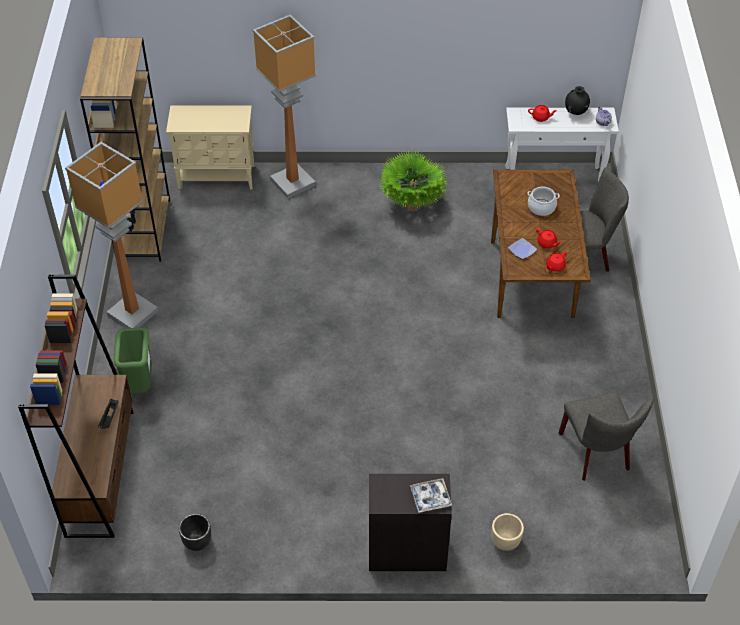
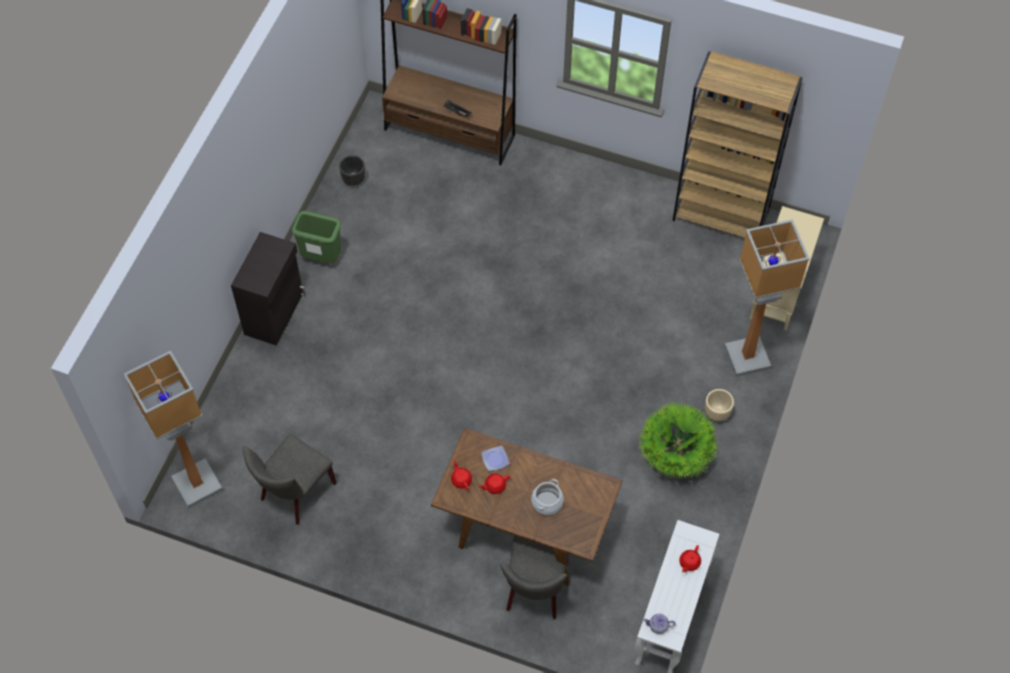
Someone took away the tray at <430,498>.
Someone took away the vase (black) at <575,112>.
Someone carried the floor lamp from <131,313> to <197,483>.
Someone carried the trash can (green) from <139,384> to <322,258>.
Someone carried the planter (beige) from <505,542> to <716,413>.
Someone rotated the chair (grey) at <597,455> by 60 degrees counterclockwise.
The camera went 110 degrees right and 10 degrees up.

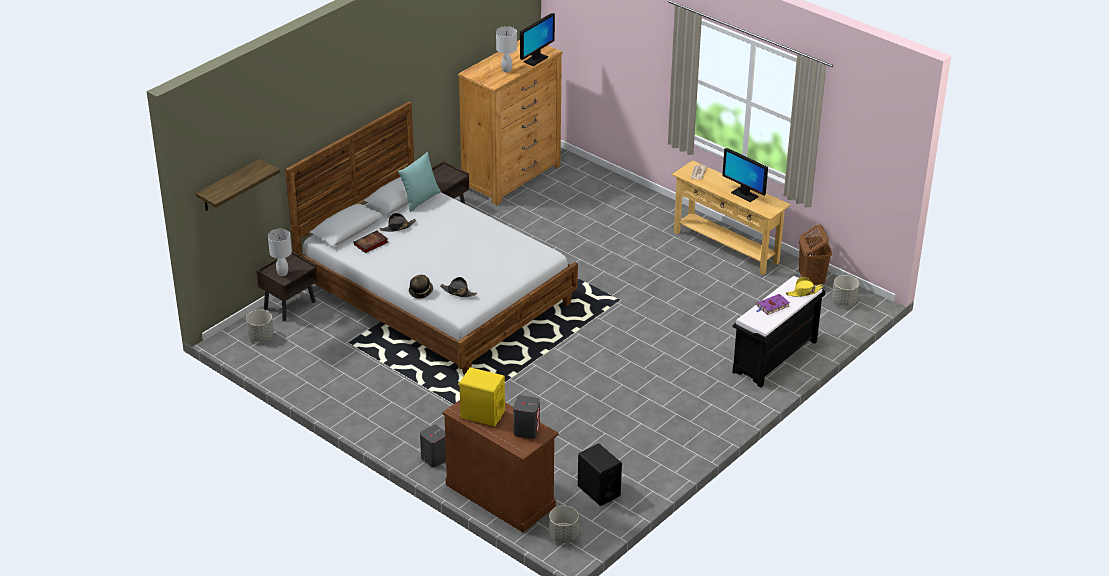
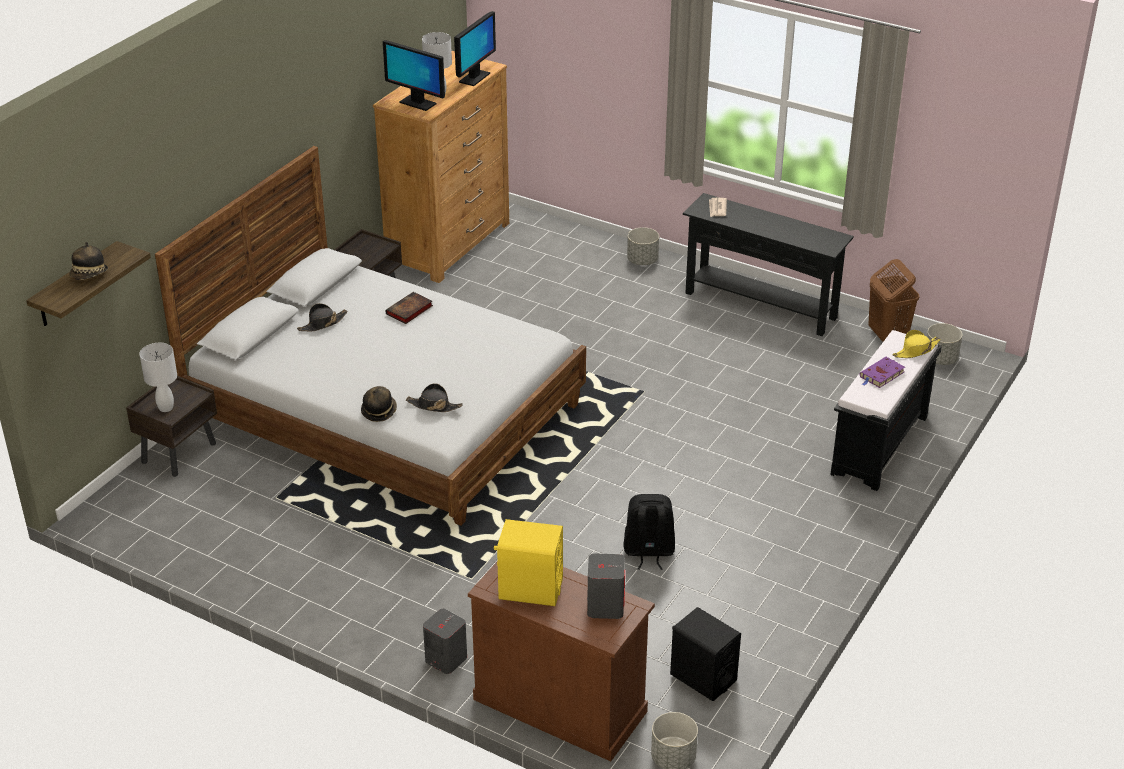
Someone took away the pillow (turquoise) at <420,200>.
Someone put down the hat at <89,275>.
Someone put down the backpack (black) at <648,552>.
Someone carried the planter (grey) from <261,337> to <642,261>.
Someone carried the book from <370,244> to <409,311>.
Someone carried the monitor from <744,194> to <417,103>.
Someone repainted the console table (beige) at <726,247>, which became the console table (black) at <760,305>.
The camera went 10 degrees left and 0 degrees up.

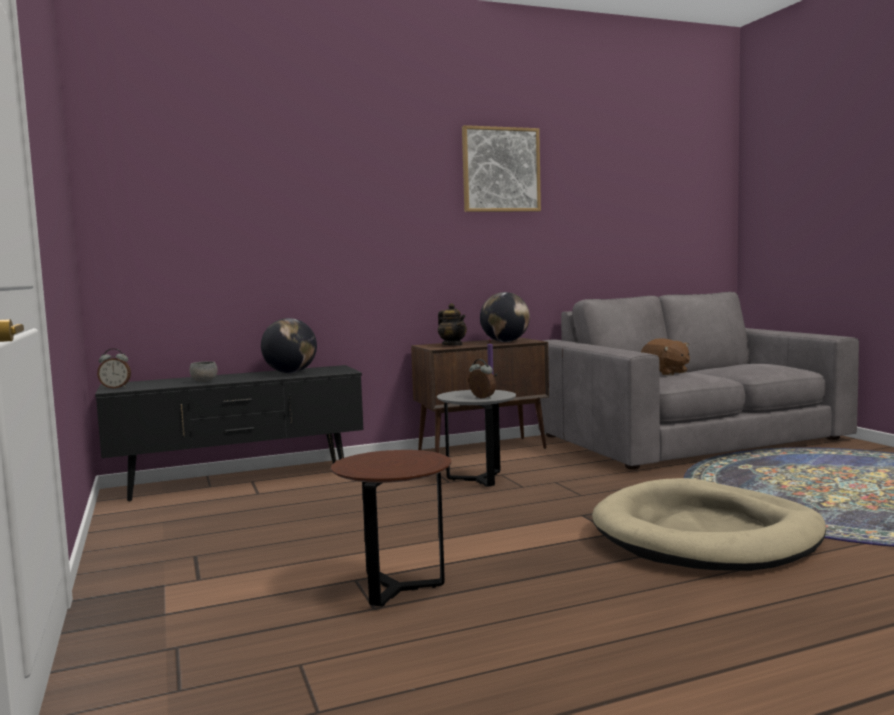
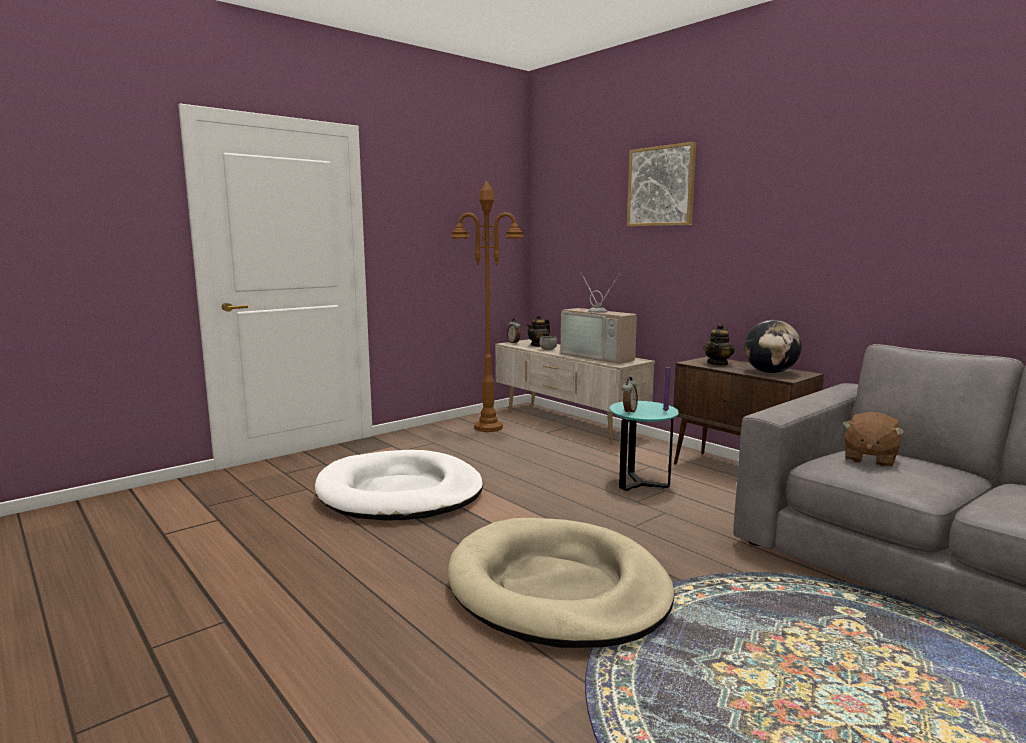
Someone put down the floor lamp (brown) at <489,427>.
Someone put down the teapot at <538,345>.
Someone carried the picture from <501,170> to <661,186>.
Someone swapped the globe at <290,372> for the television at <600,356>.
Someone swapped the side table (brown) at <397,589> for the dog bed (white) at <400,493>.
Someone repainted the tv stand (black) at <239,481>, which became the tv stand (beige) at <567,423>.
Someone repainted the side table (grey) at <478,480>, which became the side table (turquoise) at <640,484>.
The camera went 70 degrees right and 5 degrees up.

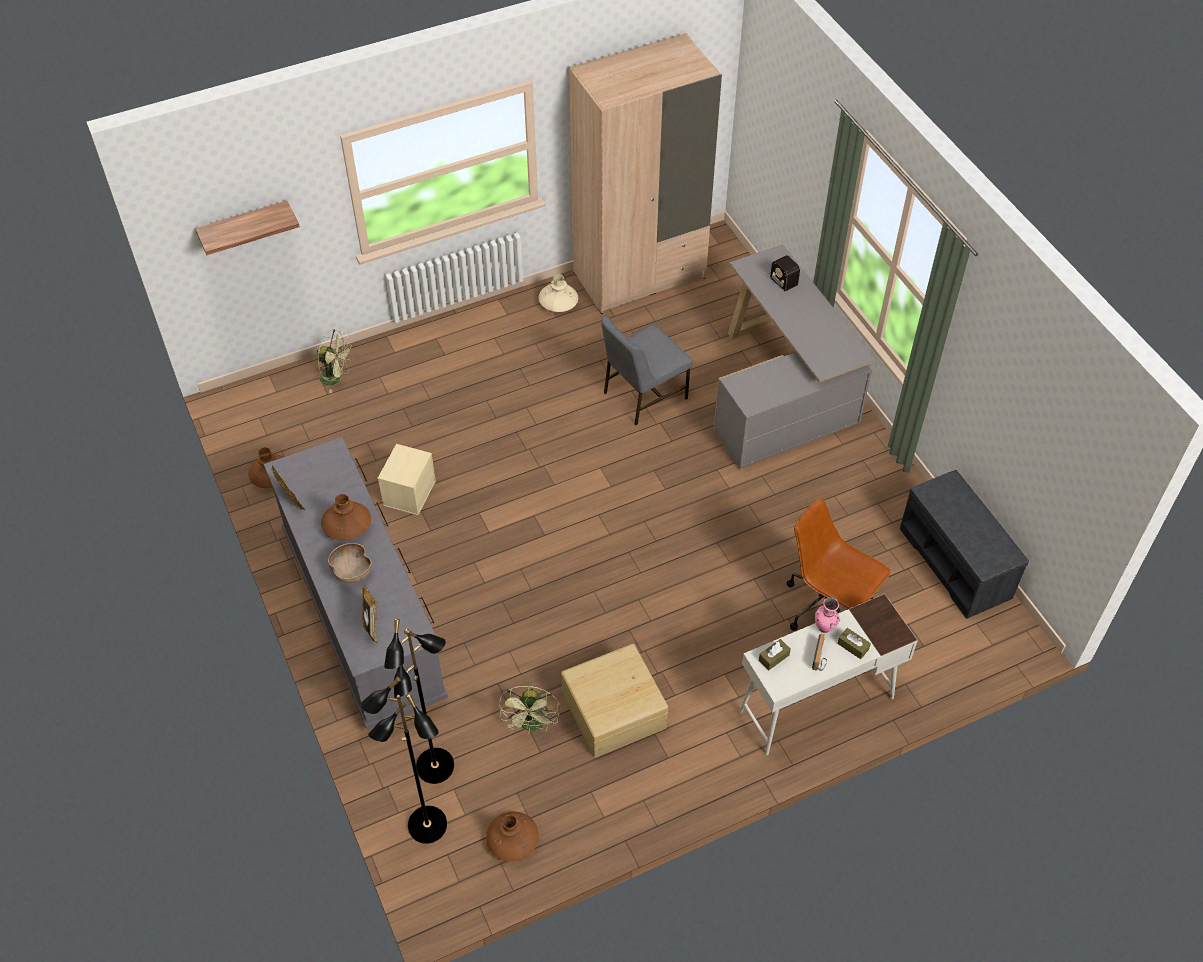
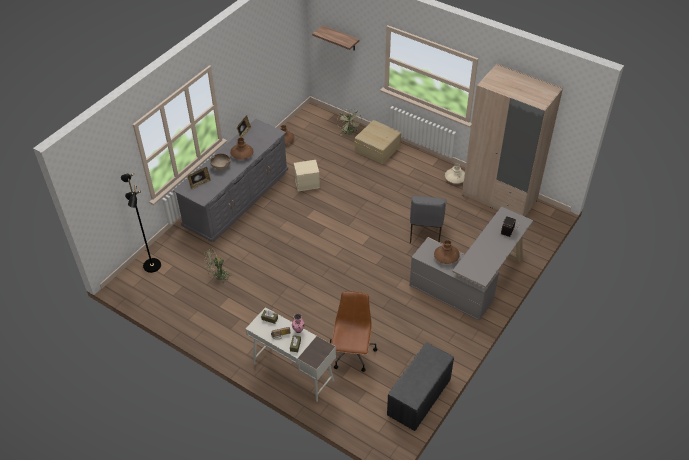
Someone took away the floor lamp (black) at <436,767>.
Someone carried the vase (brown) from <512,840> to <446,257>.
Someone carried the storage box (beige) from <613,710> to <377,148>.
Someone rotated the chair (grey) at <643,395> by 105 degrees counterclockwise.
The camera went 60 degrees right and 5 degrees down.

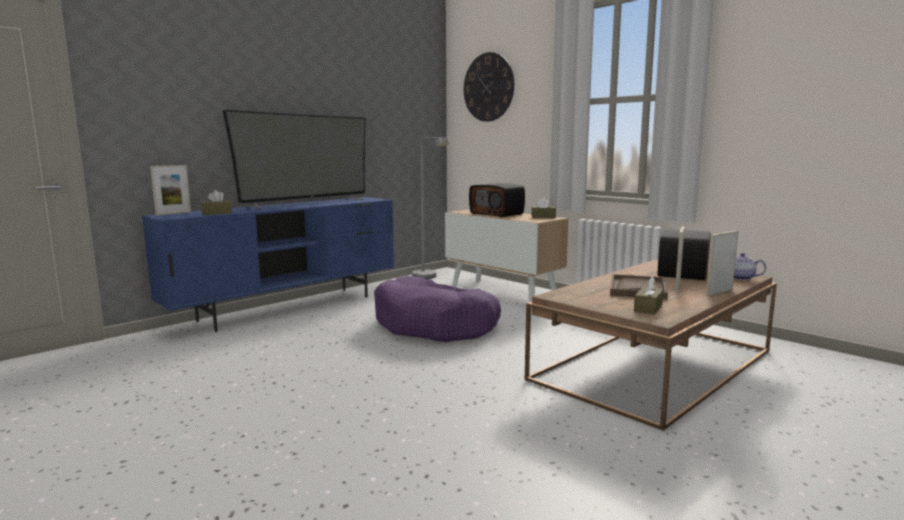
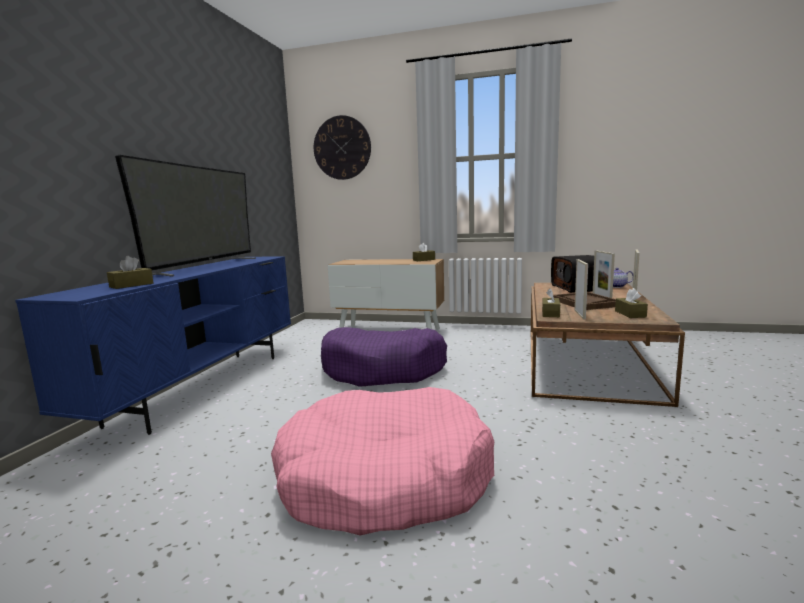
Someone took away the floor lamp (grey) at <429,277>.
Someone took away the radio at <497,214>.
Someone put down the dog bed (pink) at <384,479>.
Someone put down the tissue box (brown) at <550,313>.
Someone carried the picture frame from <173,213> to <579,314>.
The camera went 30 degrees left and 0 degrees up.

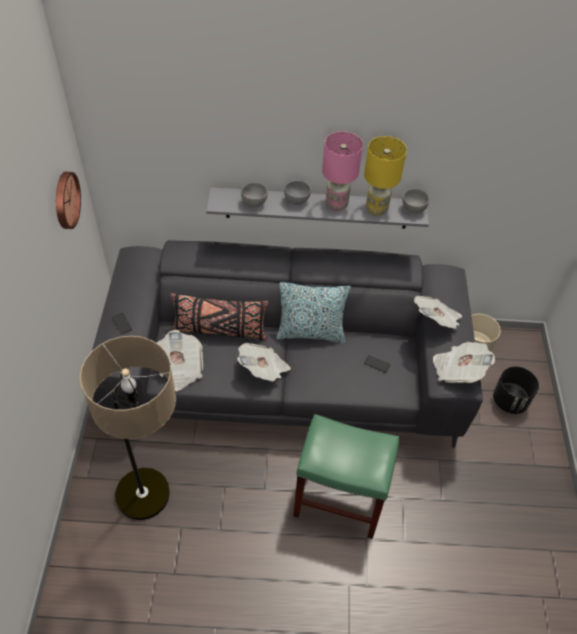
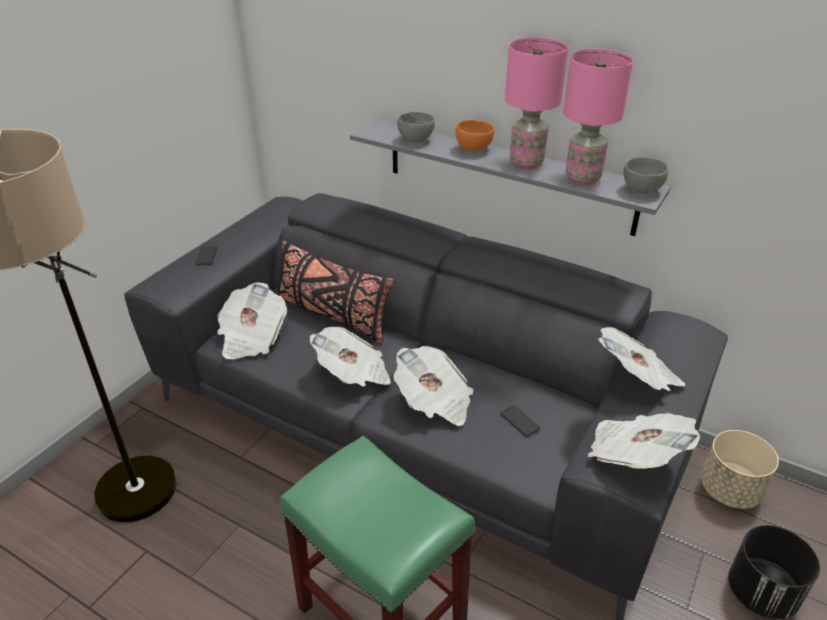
Someone took away the wall clock at <65,200>.
Someone took away the pillow at <311,333>.
Someone put down the newspaper at <434,401>.
Someone repainted the bowl (grey) at <296,201>, which became the bowl (orange) at <473,149>.
Someone repainted the table lamp (yellow) at <376,209>, which became the table lamp (pink) at <582,178>.
The camera went 30 degrees right and 15 degrees down.

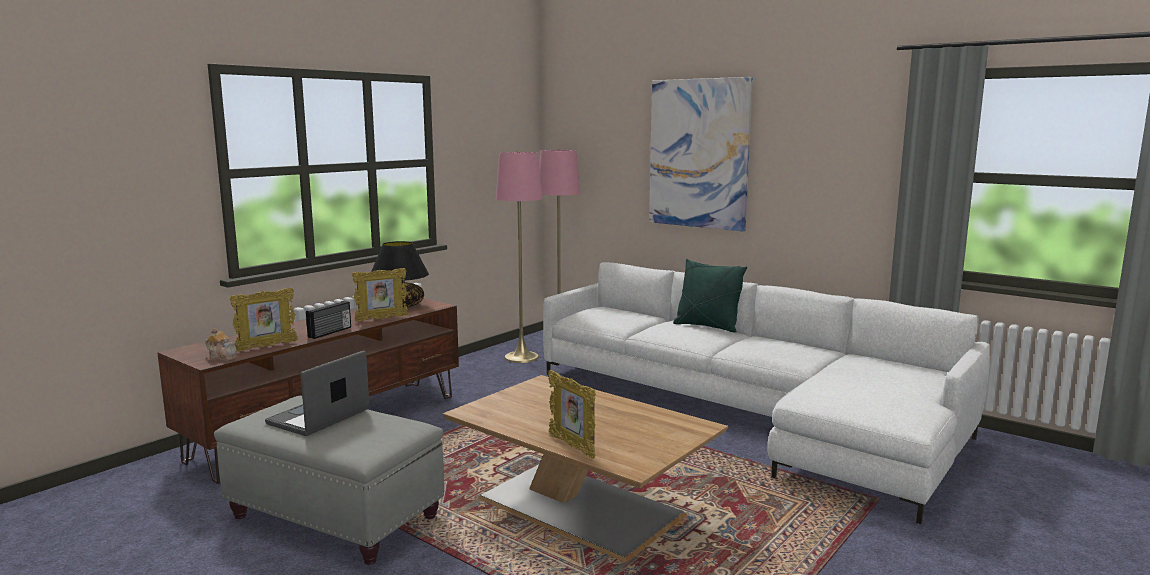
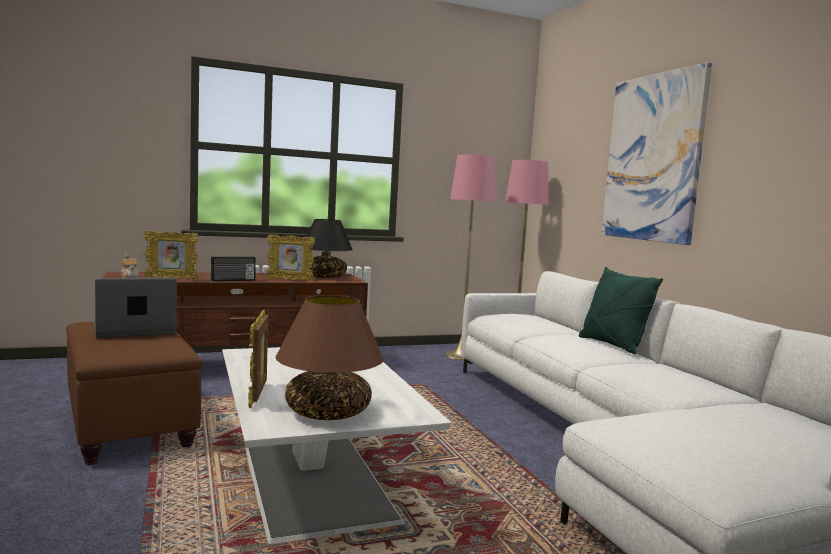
Someone put down the table lamp (brown) at <327,413>.
Someone repainted the ottoman (grey) at <336,517>, which became the ottoman (brown) at <129,424>.
Someone repainted the coffee table (brown) at <584,508>, which became the coffee table (white) at <316,482>.
The camera went 30 degrees right and 5 degrees down.

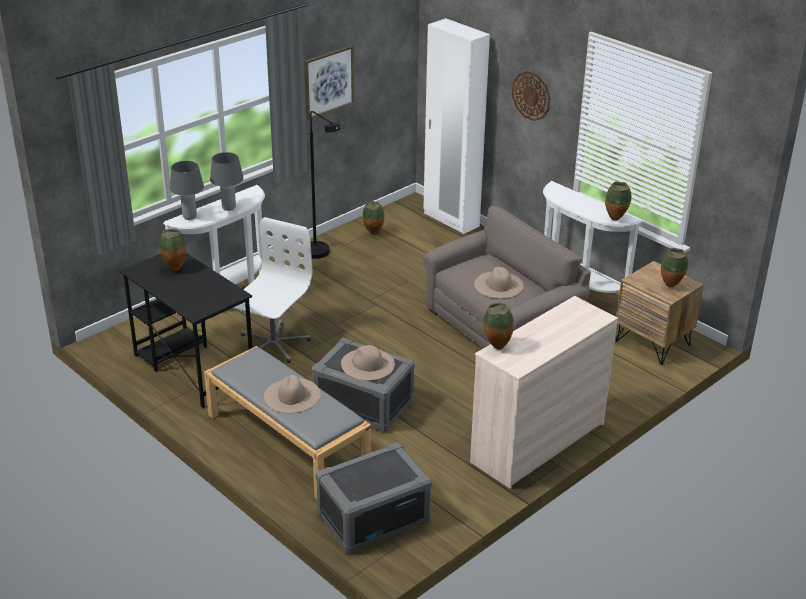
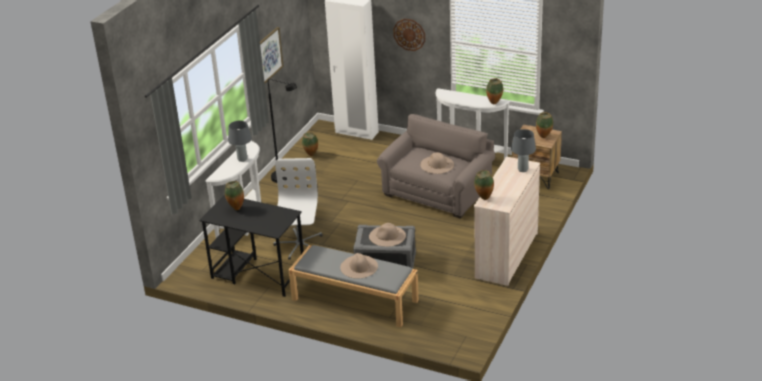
Someone took away the storage box (grey) at <373,517>.
Someone carried the table lamp (grey) from <189,217> to <523,170>.
The camera went 20 degrees left and 0 degrees up.

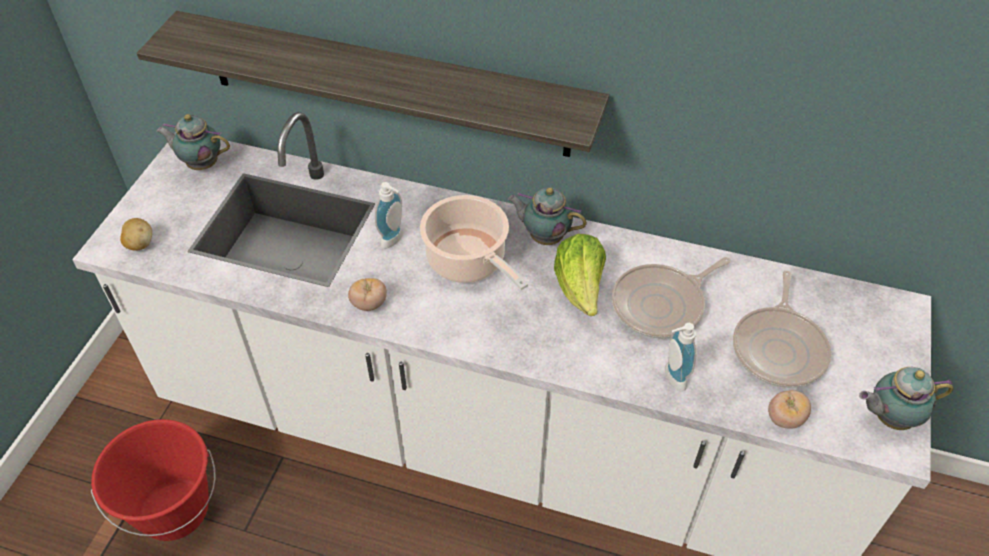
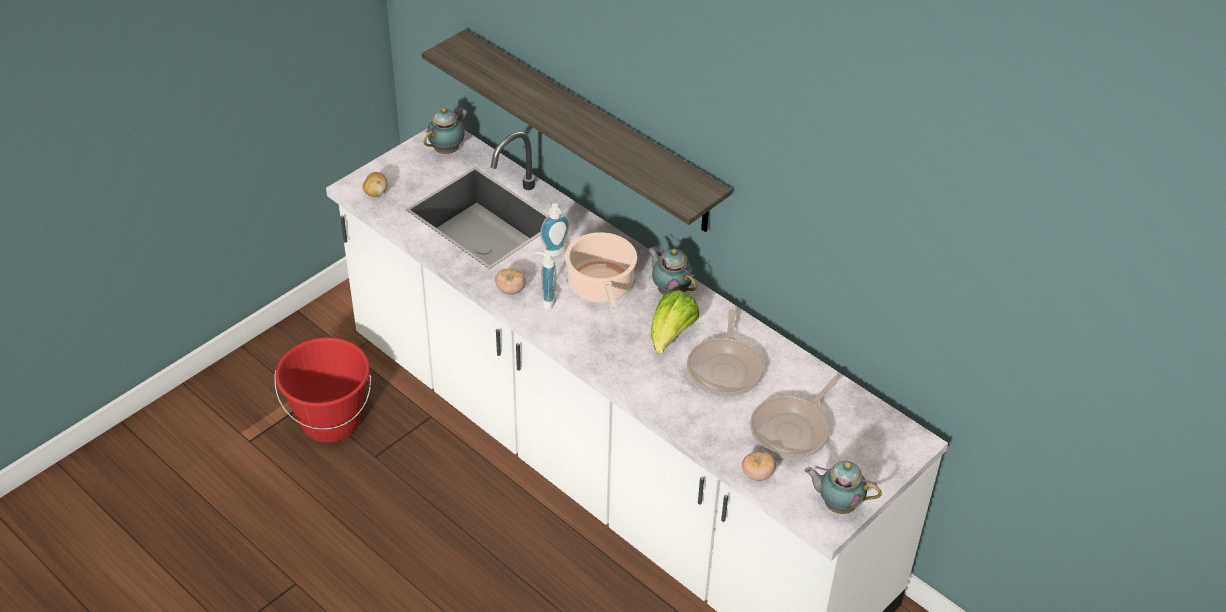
Someone carried the soap dispenser from <671,378> to <546,300>.
Someone rotated the teapot at <201,164> by 90 degrees clockwise.
Someone rotated the frying pan at <661,305> by 75 degrees counterclockwise.
The camera went 25 degrees right and 5 degrees down.

